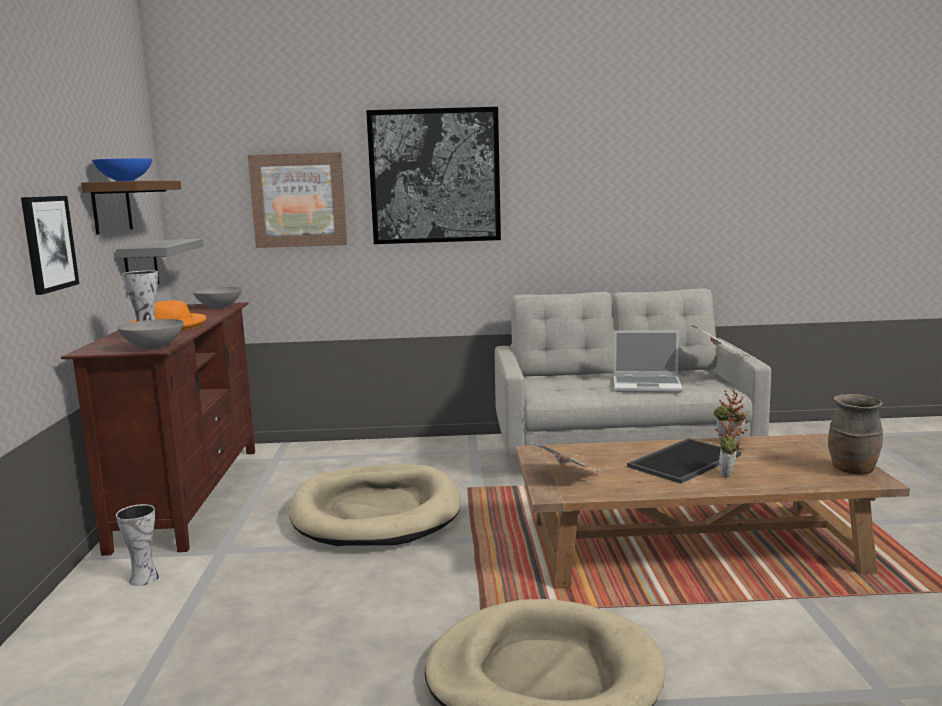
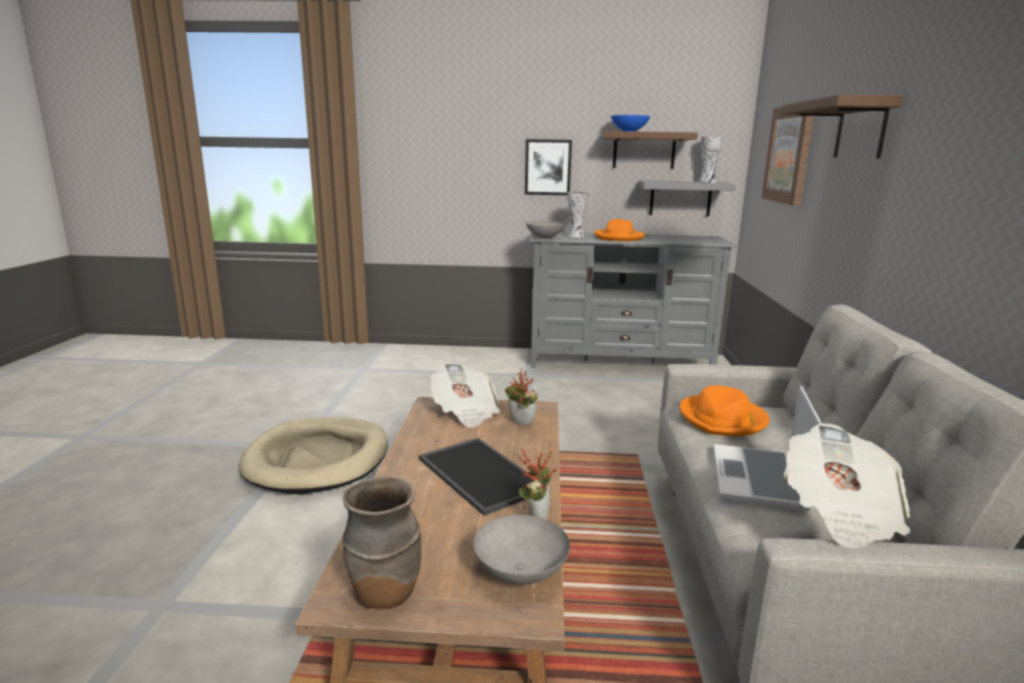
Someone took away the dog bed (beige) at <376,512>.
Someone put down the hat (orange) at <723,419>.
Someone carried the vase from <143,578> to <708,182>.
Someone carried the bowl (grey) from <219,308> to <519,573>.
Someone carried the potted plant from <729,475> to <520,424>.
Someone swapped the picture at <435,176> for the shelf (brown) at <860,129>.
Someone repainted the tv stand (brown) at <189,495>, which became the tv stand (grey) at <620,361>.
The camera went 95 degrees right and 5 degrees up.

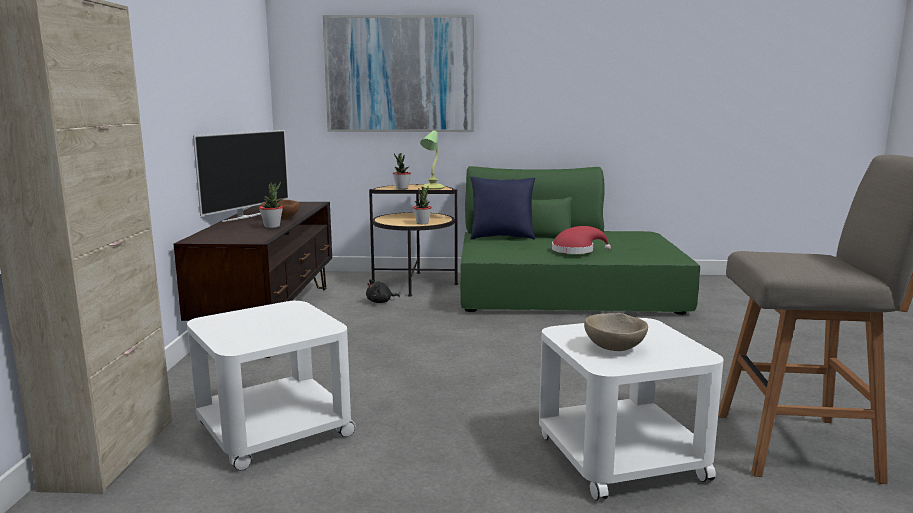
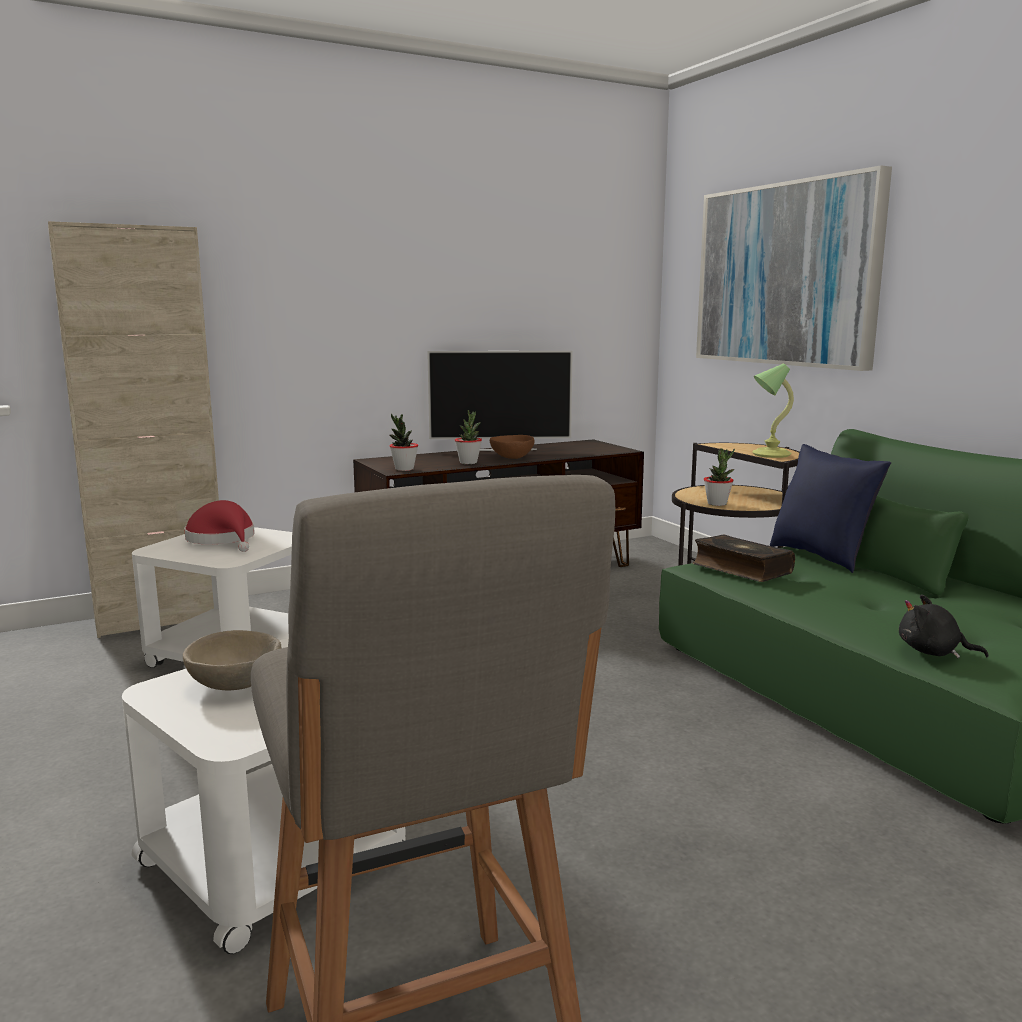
Someone put down the book at <740,569>.
Someone carried the plush toy (black) from <381,302> to <933,652>.
Someone carried the potted plant from <402,188> to <404,469>.
Someone carried the hat (red) from <576,251> to <223,539>.
The camera went 60 degrees right and 0 degrees up.

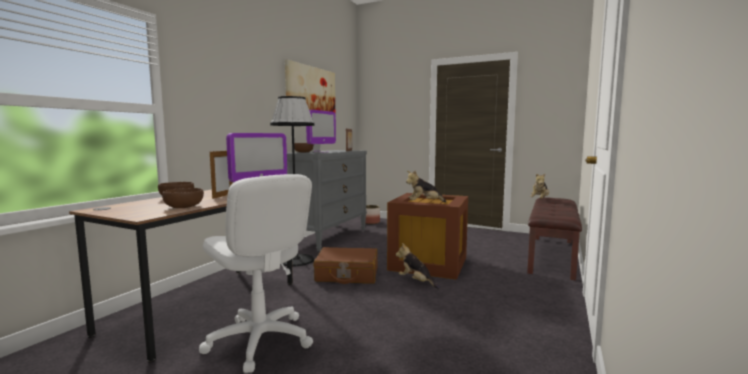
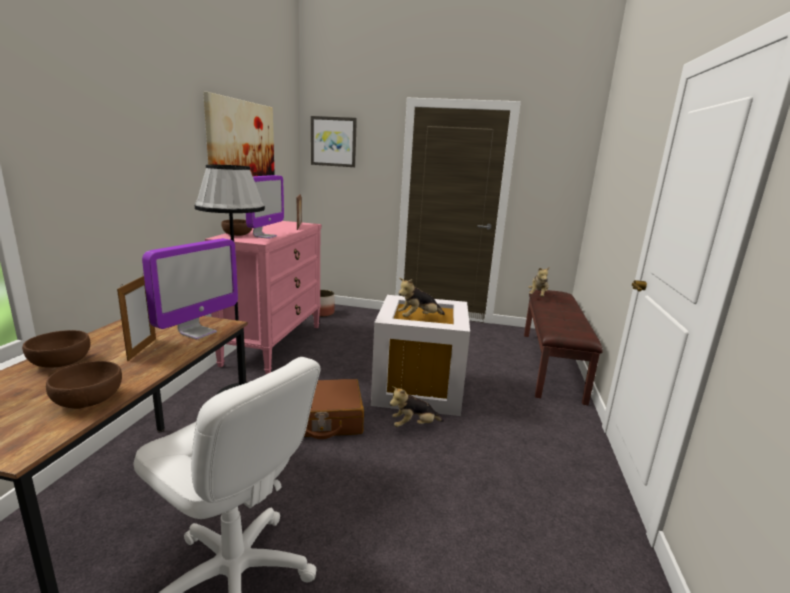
Someone put up the picture at <333,141>.
Someone repainted the dresser (grey) at <328,237>, which became the dresser (pink) at <273,344>.
Someone repainted the storage box (brown) at <429,263>, which became the storage box (white) at <419,388>.
Someone rotated the plush toy at <416,282> by 45 degrees counterclockwise.
The camera went 15 degrees left and 10 degrees up.

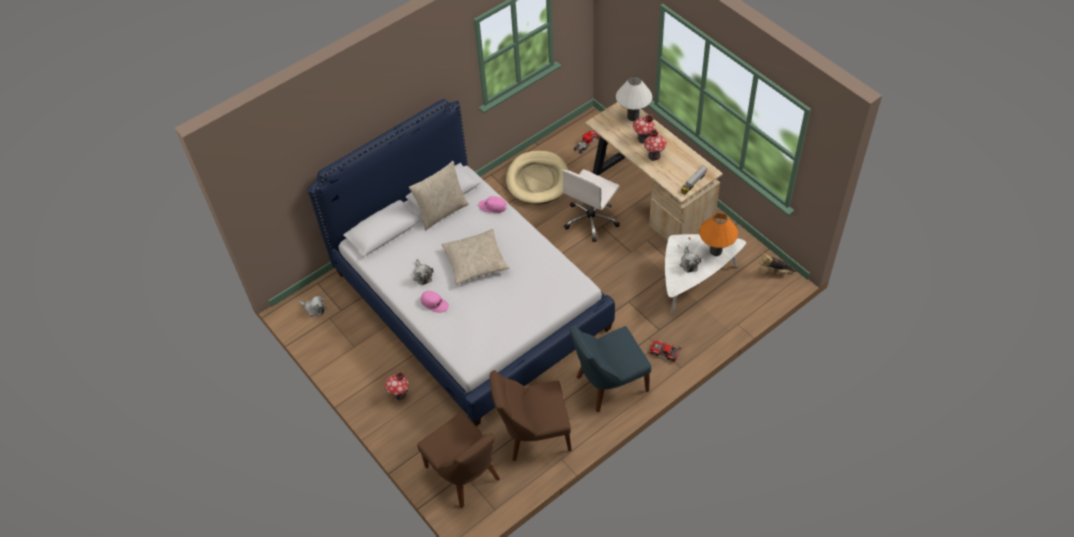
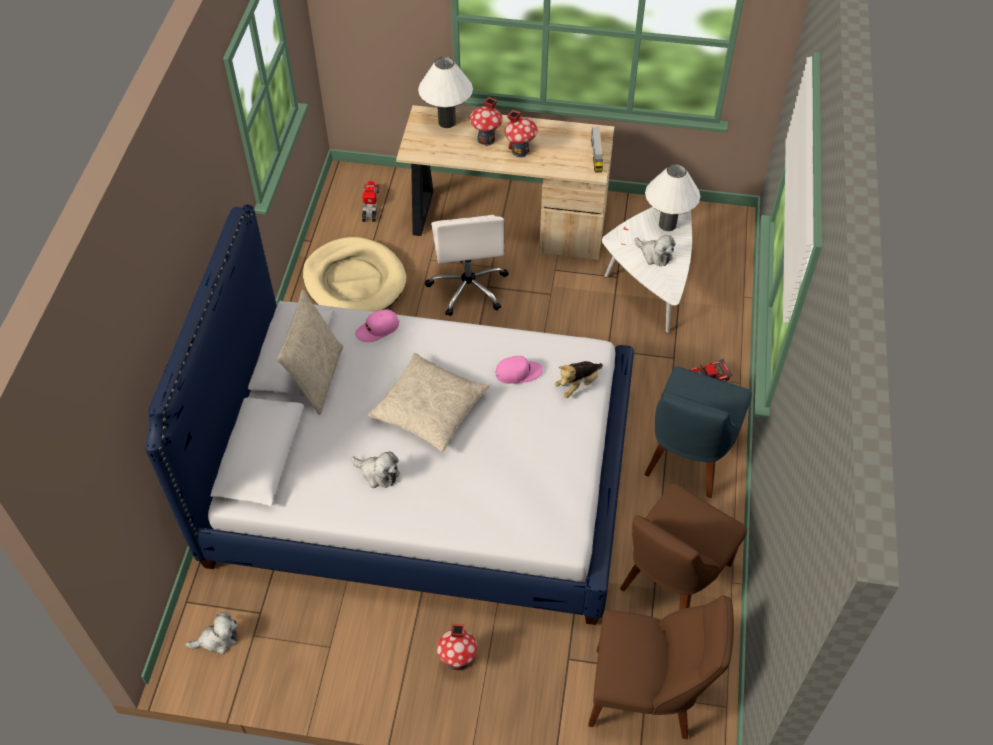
Someone carried the cap (pink) from <434,303> to <518,372>.
Someone carried the plush toy from <775,272> to <578,384>.
Someone repainted the table lamp (orange) at <715,251>, which became the table lamp (white) at <667,224>.
The camera went 45 degrees left and 0 degrees up.

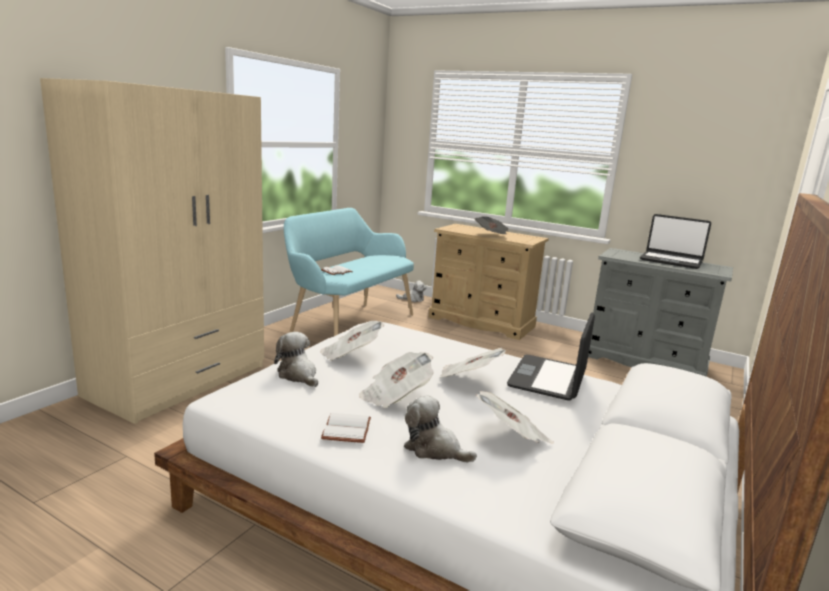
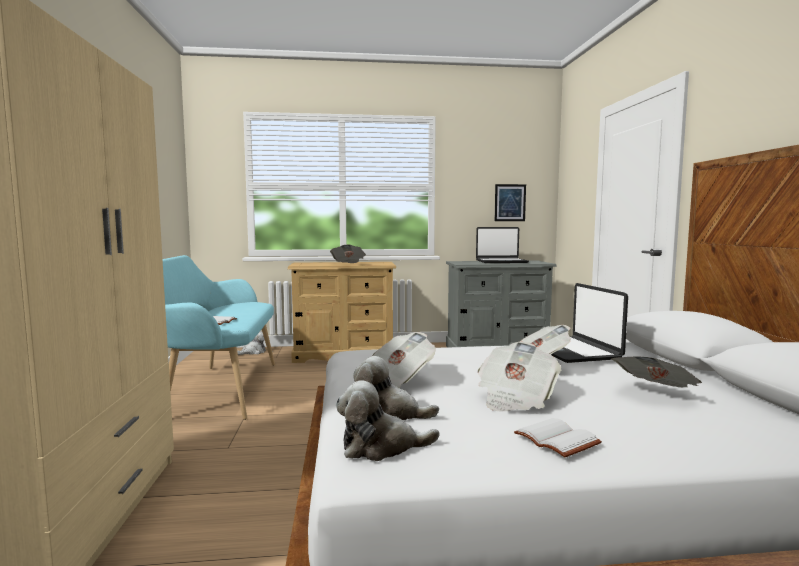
Someone put up the picture at <510,202>.
Someone carried the plush toy from <434,449> to <381,447>.
The camera went 35 degrees left and 10 degrees down.

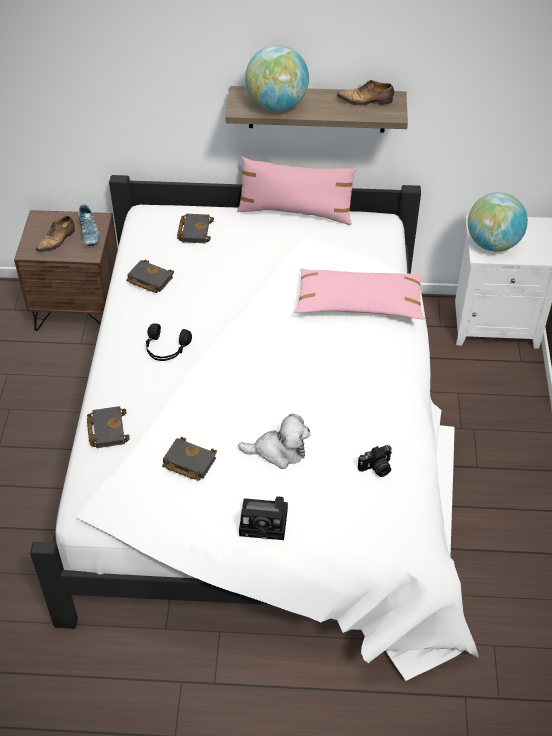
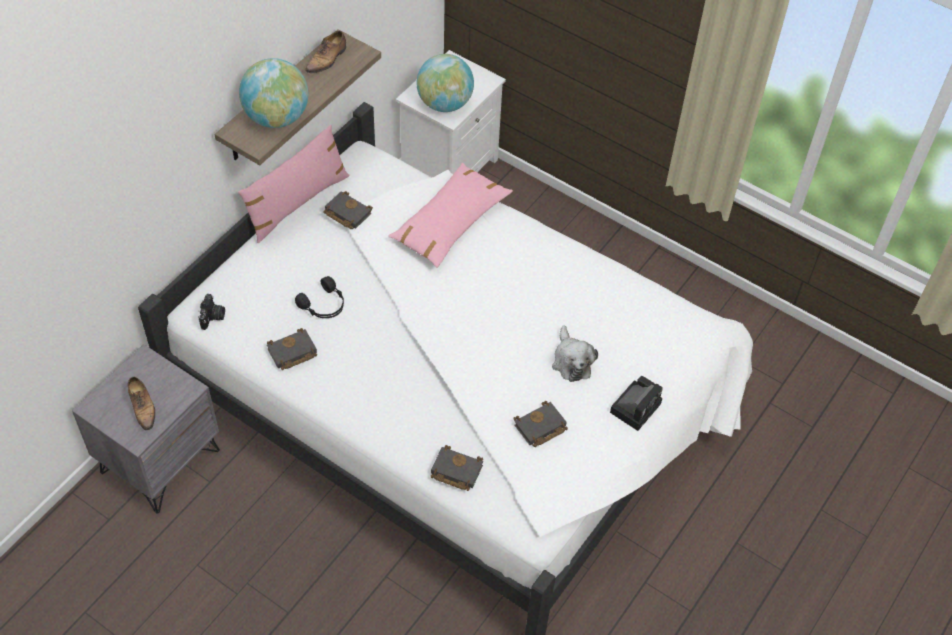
Someone took away the shoe at <89,234>.
Someone carried the headphones (black) from <166,349> to <324,305>.
Someone carried the book (black) from <194,230> to <346,213>.
Someone carried the photo camera from <376,468> to <213,317>.
Someone repainted the nightstand (brown) at <79,308>, which became the nightstand (grey) at <160,460>.
Someone rotated the plush toy at <278,451> by 135 degrees clockwise.
The camera went 60 degrees left and 5 degrees up.

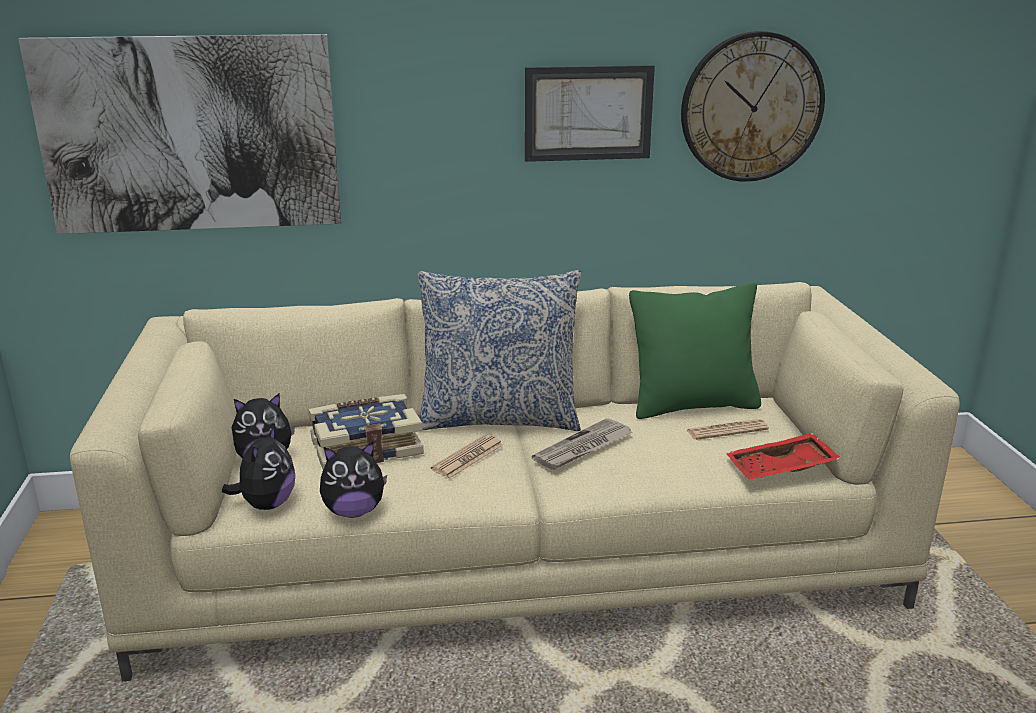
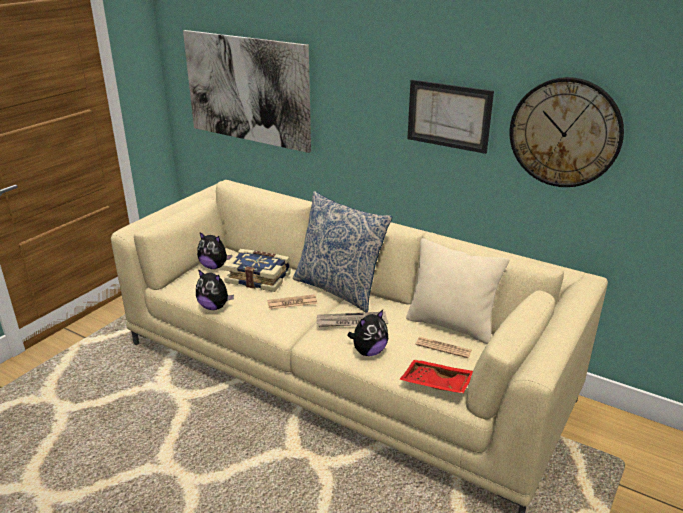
Someone carried the plush toy from <266,504> to <368,351>.
Someone repainted the pillow (green) at <692,405>, which became the pillow (beige) at <451,325>.
The camera went 40 degrees right and 5 degrees up.

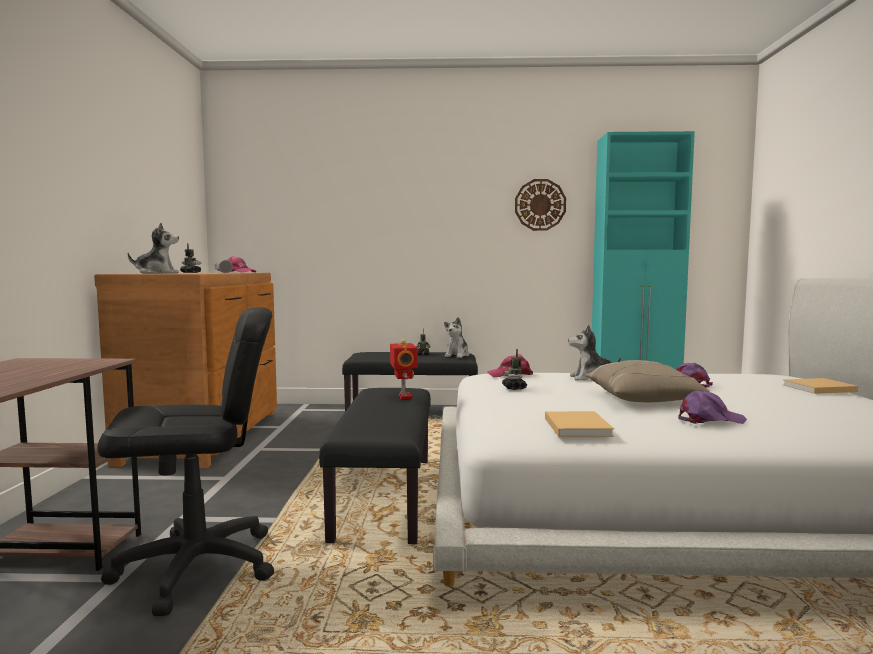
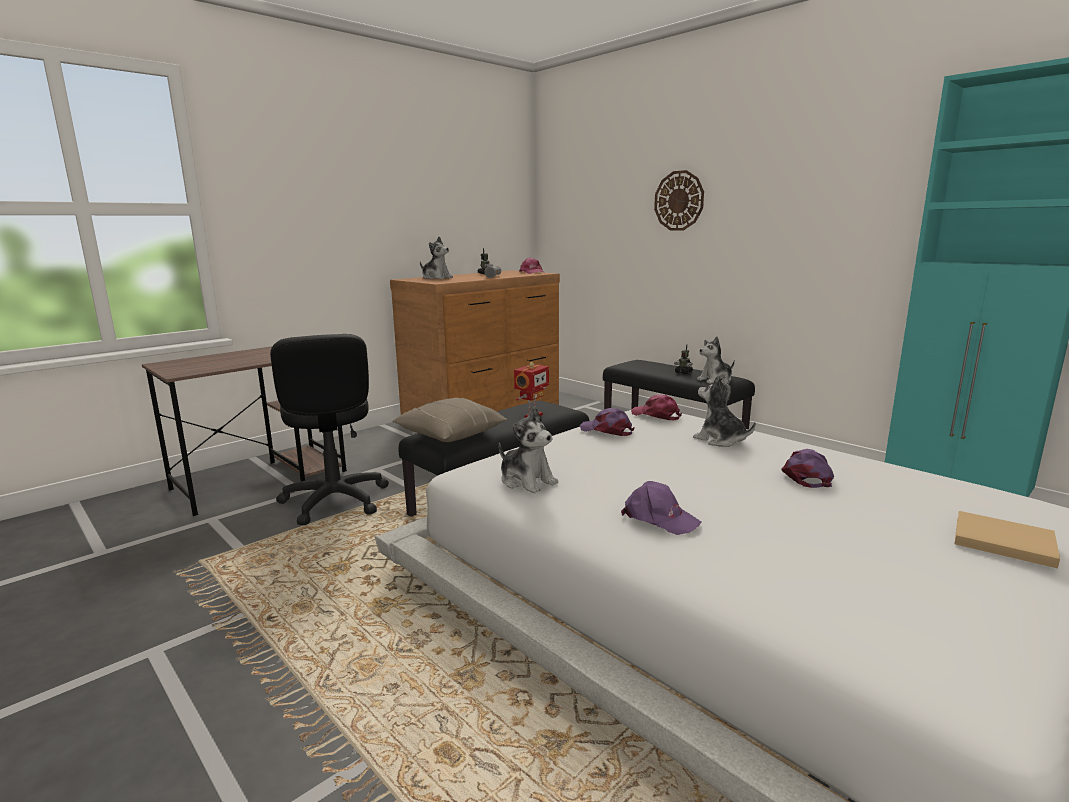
Someone carried the wall clock from <540,205> to <679,201>.
Someone carried the pillow (beige) from <642,399> to <450,435>.
Someone swapped the toy robot at <514,388> for the cap (purple) at <607,430>.
Someone swapped the book (beige) at <576,426> for the plush toy at <527,481>.
Someone rotated the office chair (black) at <197,567> by 45 degrees clockwise.
The camera went 45 degrees right and 10 degrees up.

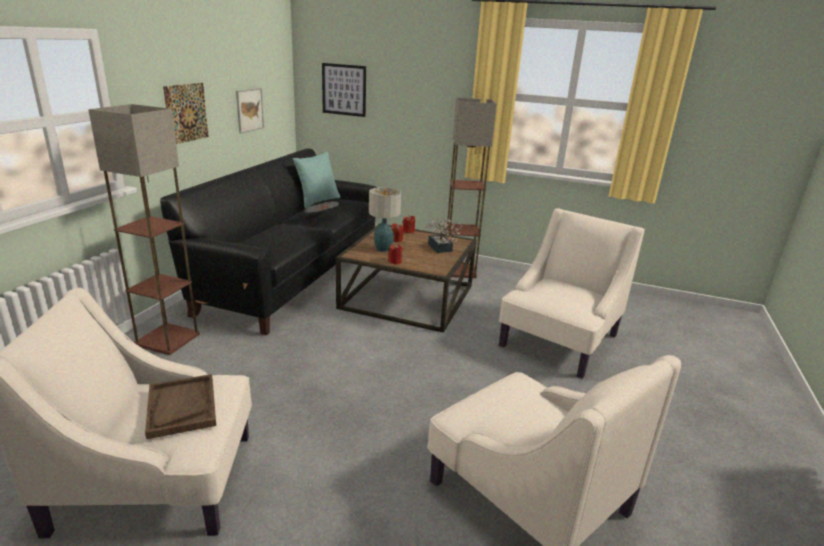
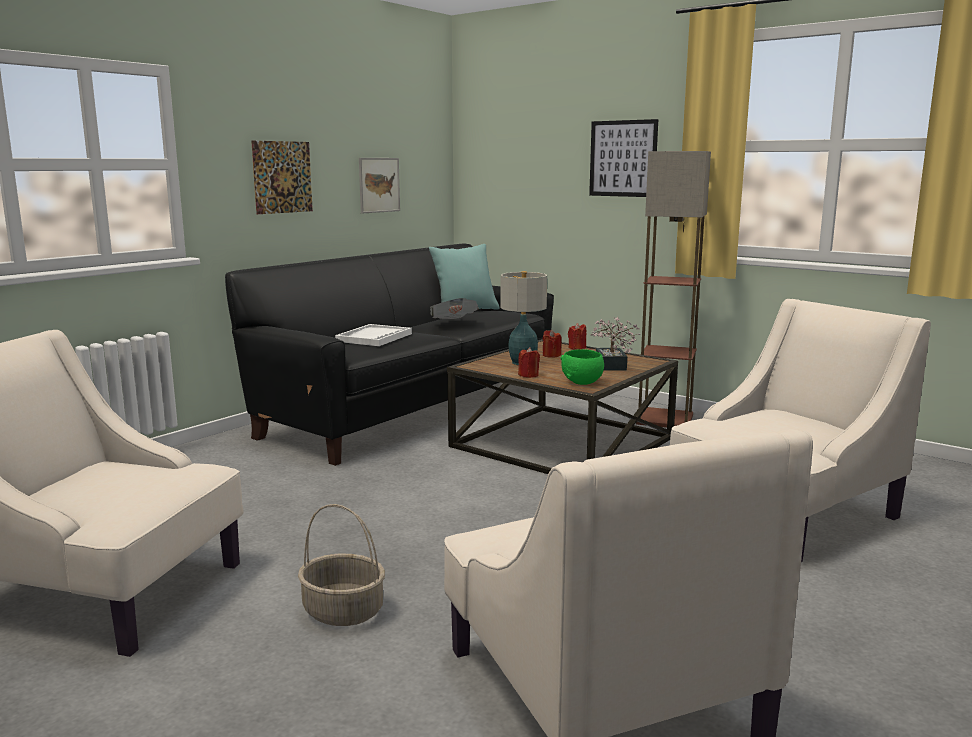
Someone took away the floor lamp at <167,339>.
Someone took away the tray (brown) at <181,407>.
Someone put down the basket at <342,611>.
Someone put down the tray (white) at <374,337>.
Someone put down the bowl (green) at <583,382>.
Someone carried the picture from <344,90> to <623,158>.
The camera went 20 degrees right and 10 degrees down.

